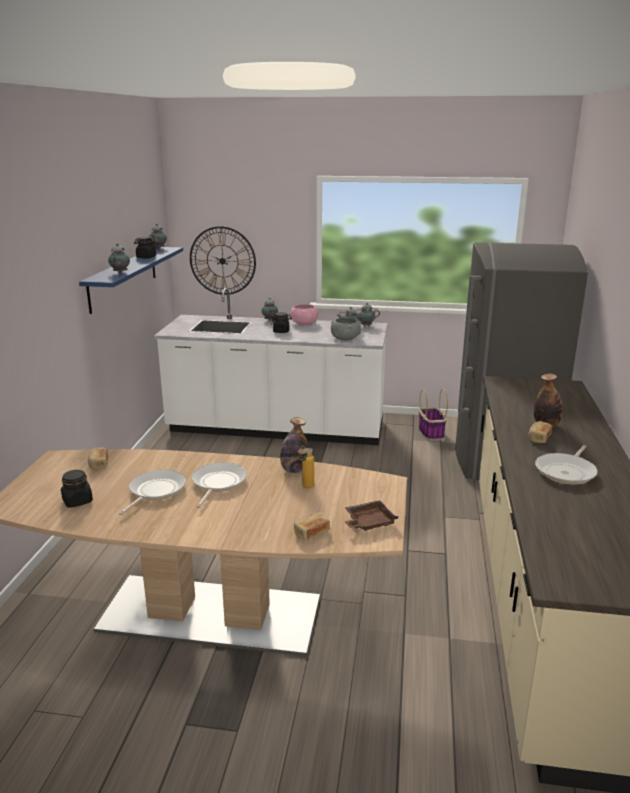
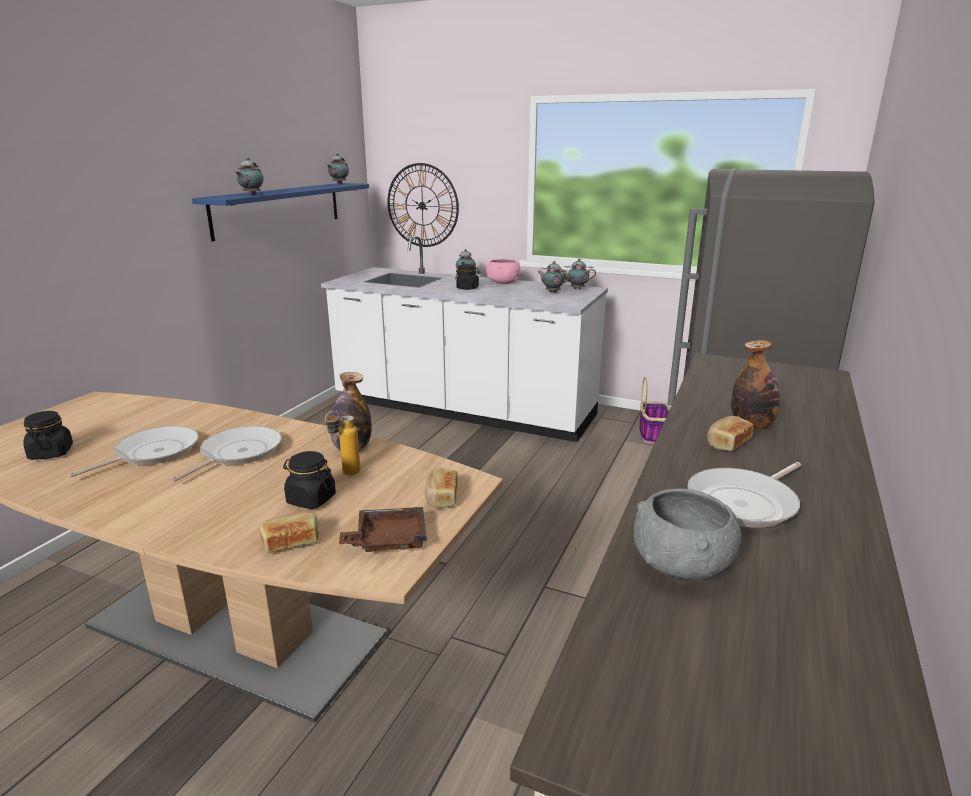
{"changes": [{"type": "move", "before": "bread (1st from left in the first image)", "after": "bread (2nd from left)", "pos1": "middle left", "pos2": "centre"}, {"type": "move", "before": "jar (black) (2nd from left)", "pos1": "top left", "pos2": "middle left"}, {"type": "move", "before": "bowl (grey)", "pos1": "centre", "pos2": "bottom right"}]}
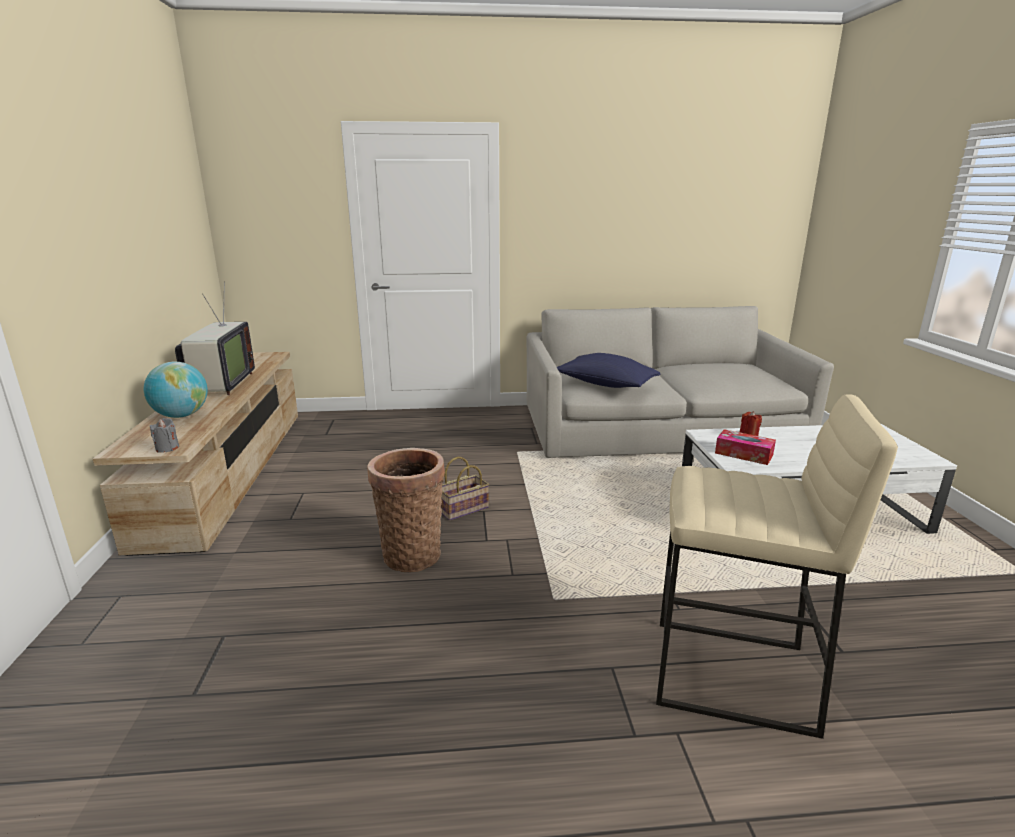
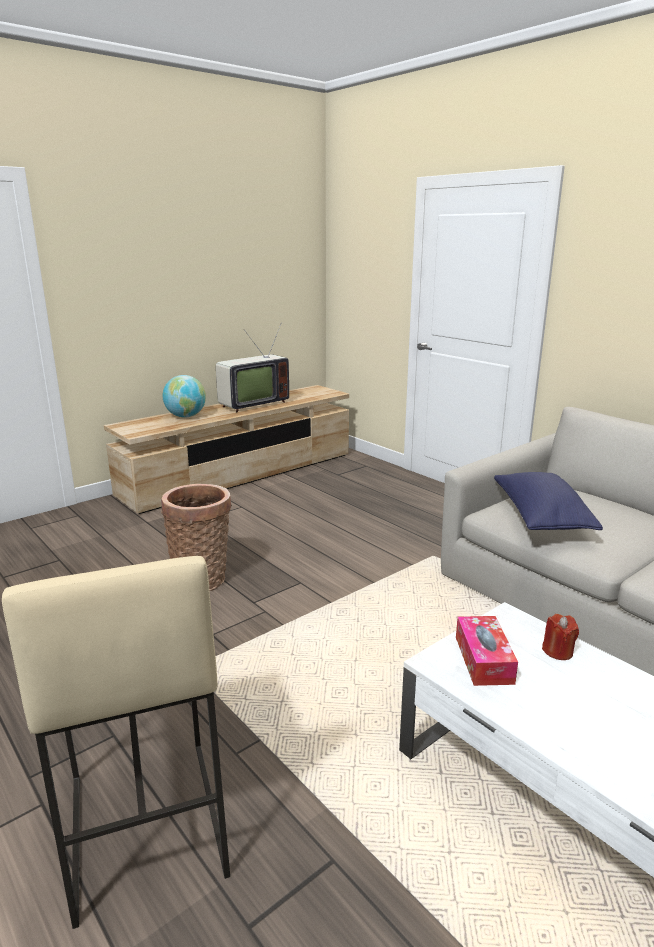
{"changes": [{"type": "delete", "before": "candle (grey)", "pos1": "middle left"}, {"type": "delete", "before": "basket (2nd from left)", "pos1": "centre"}]}
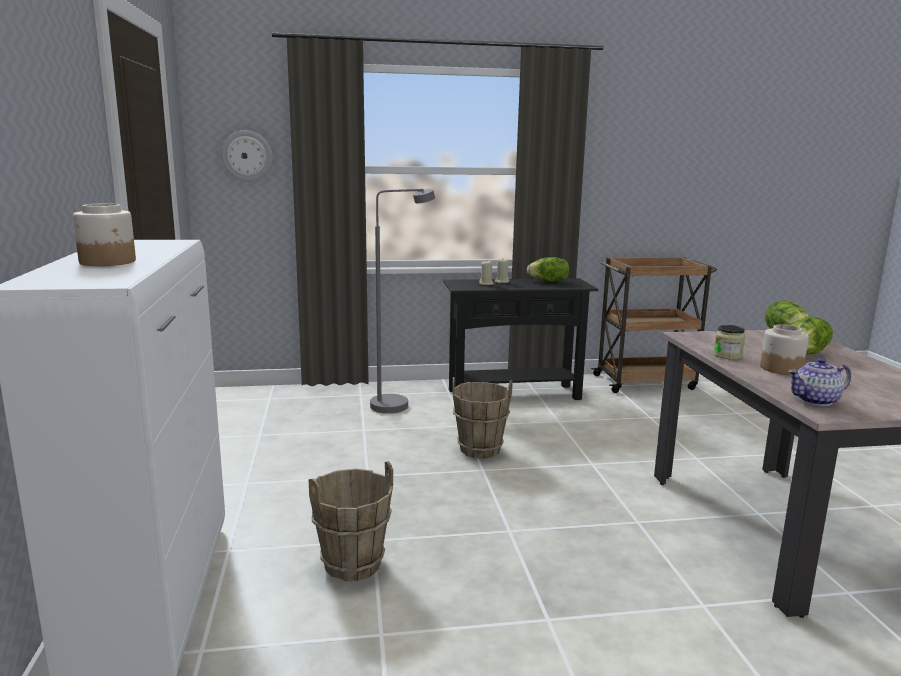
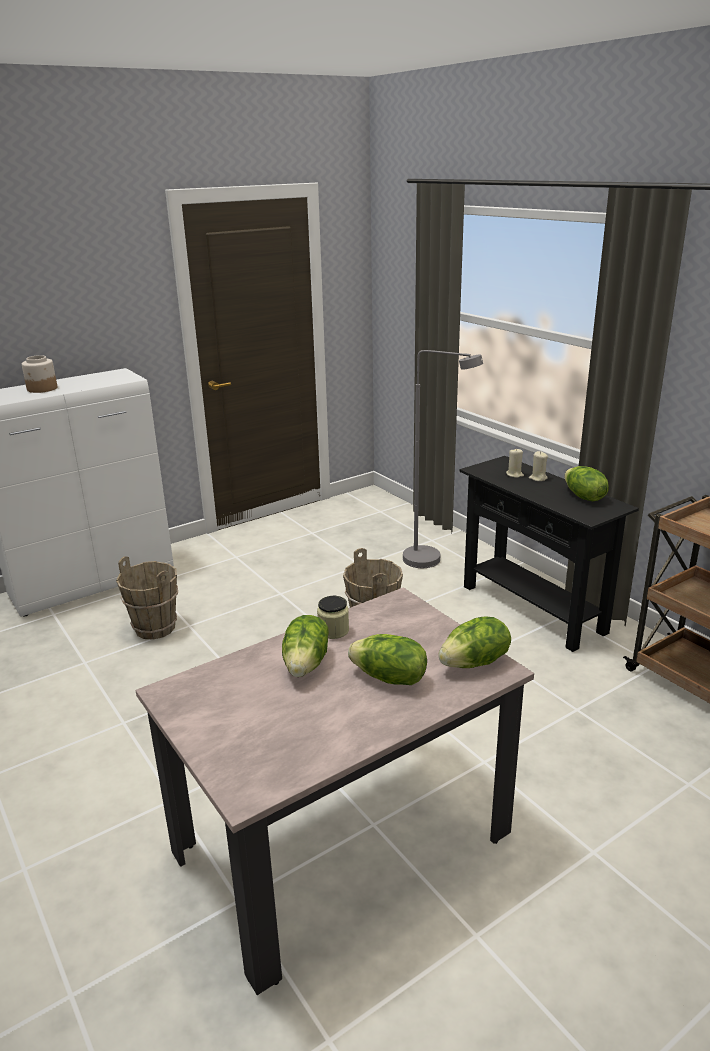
{"changes": [{"type": "delete", "before": "wall clock", "pos1": "top left"}, {"type": "delete", "before": "teapot", "pos1": "middle right"}, {"type": "replace", "before": "jar (3rd from left)", "after": "lettuce (1st from left)", "pos1": "middle right", "pos2": "centre"}]}
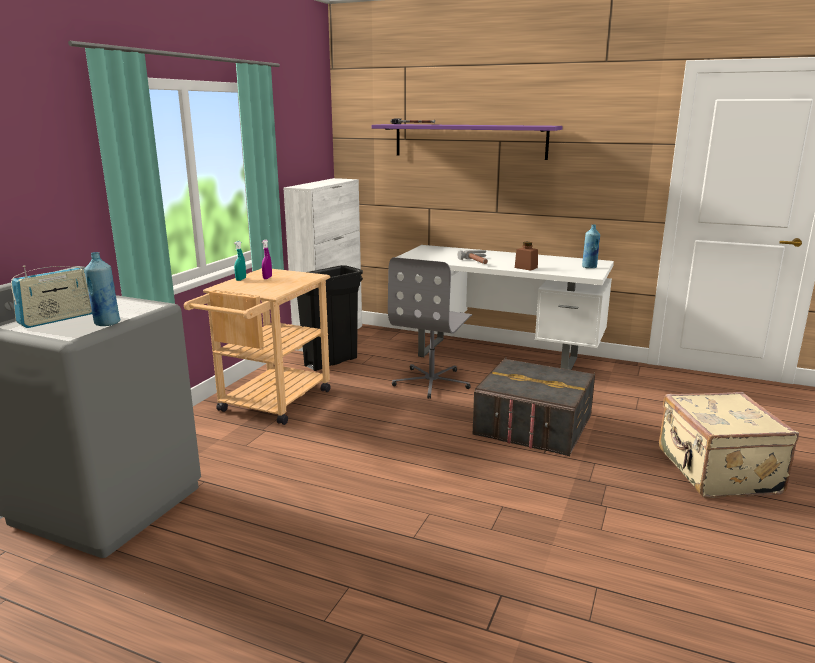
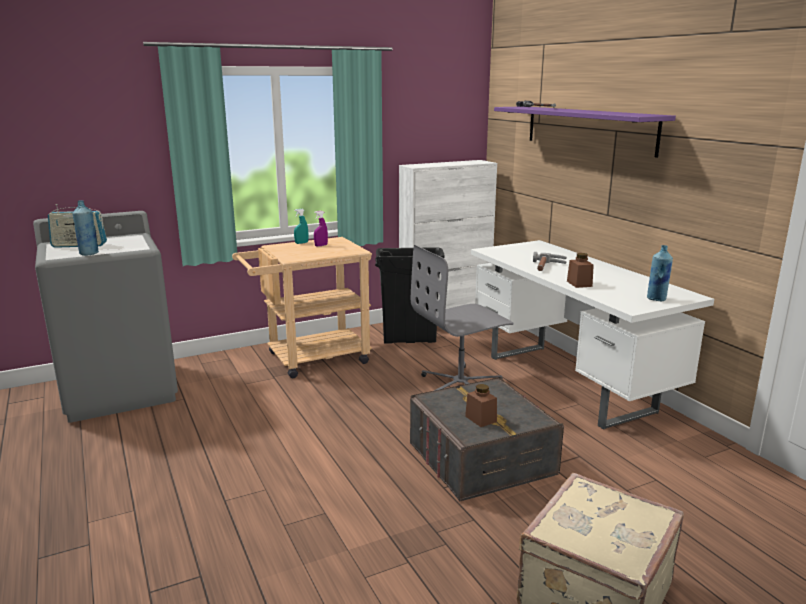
{"changes": [{"type": "insert", "after": "jar (brown) (1st from left)", "pos2": "bottom centre"}]}
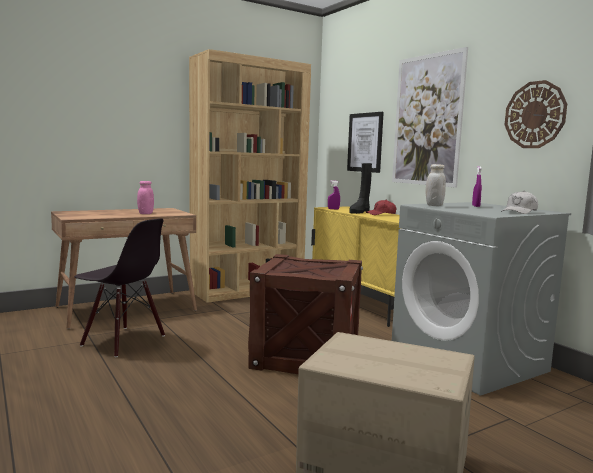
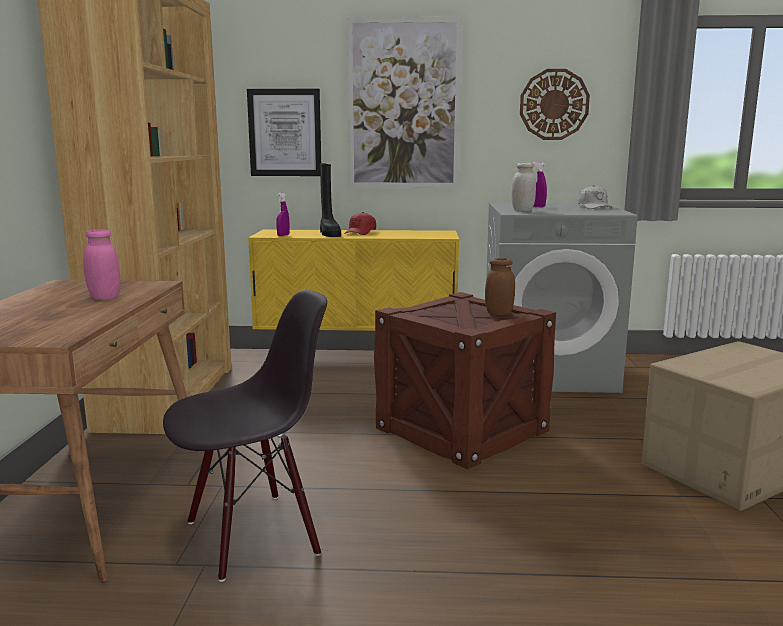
{"changes": [{"type": "insert", "after": "jar (brown)", "pos2": "centre"}]}
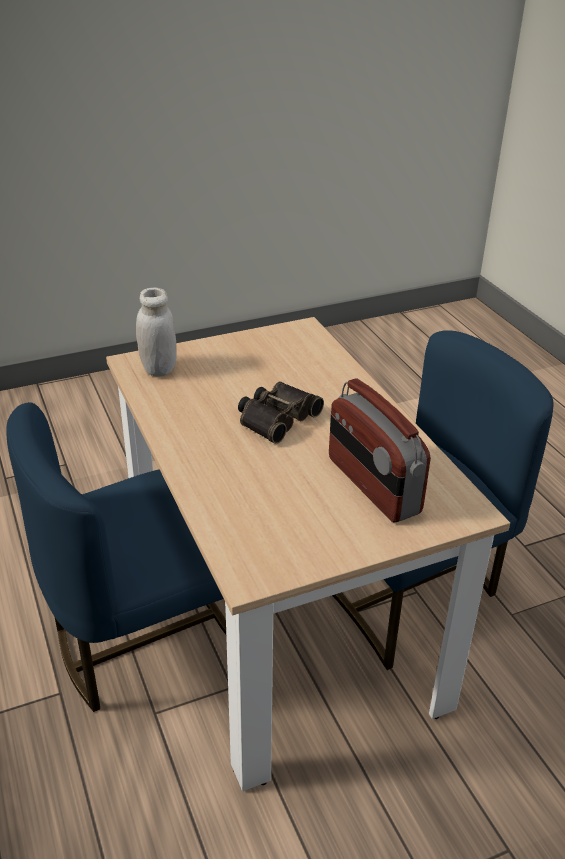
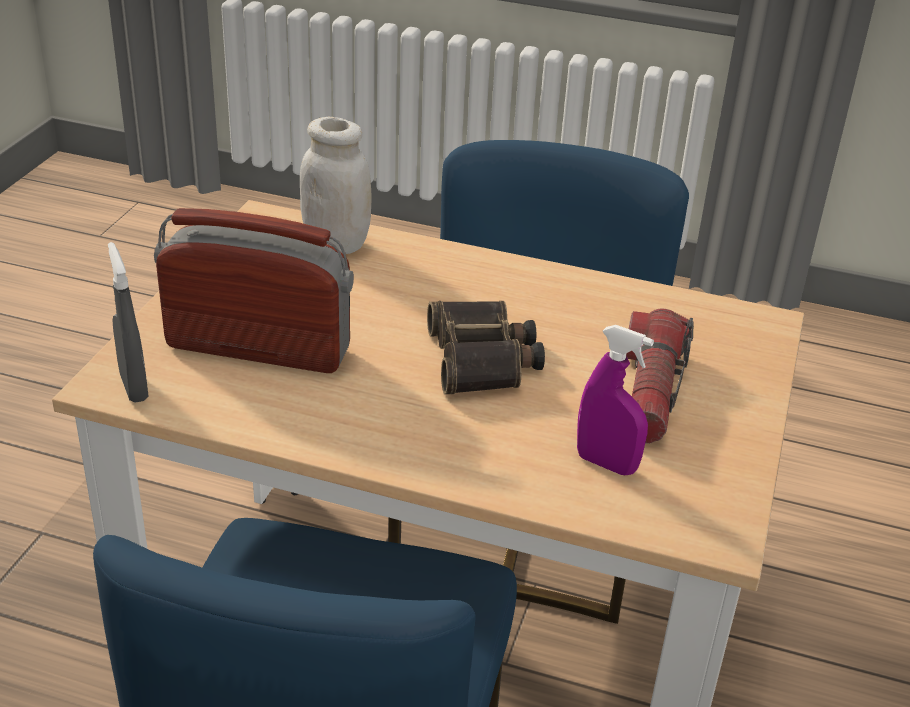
{"changes": [{"type": "insert", "after": "spray bottle (grey)", "pos2": "middle left"}, {"type": "insert", "after": "spray bottle (purple)", "pos2": "middle right"}, {"type": "insert", "after": "flashlight", "pos2": "middle right"}, {"type": "move", "before": "jar (white)", "pos1": "middle left", "pos2": "top centre"}]}
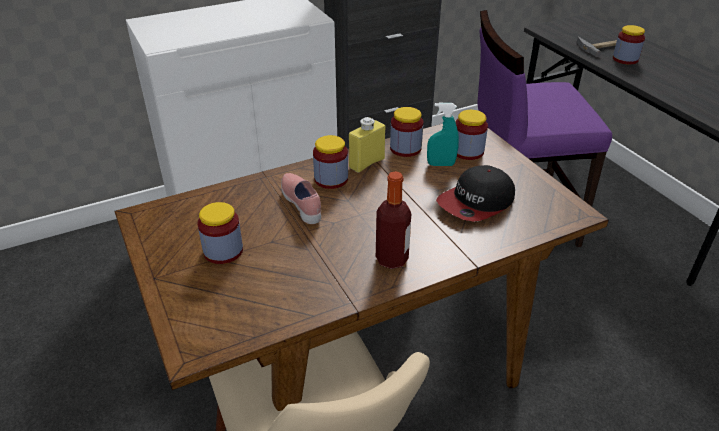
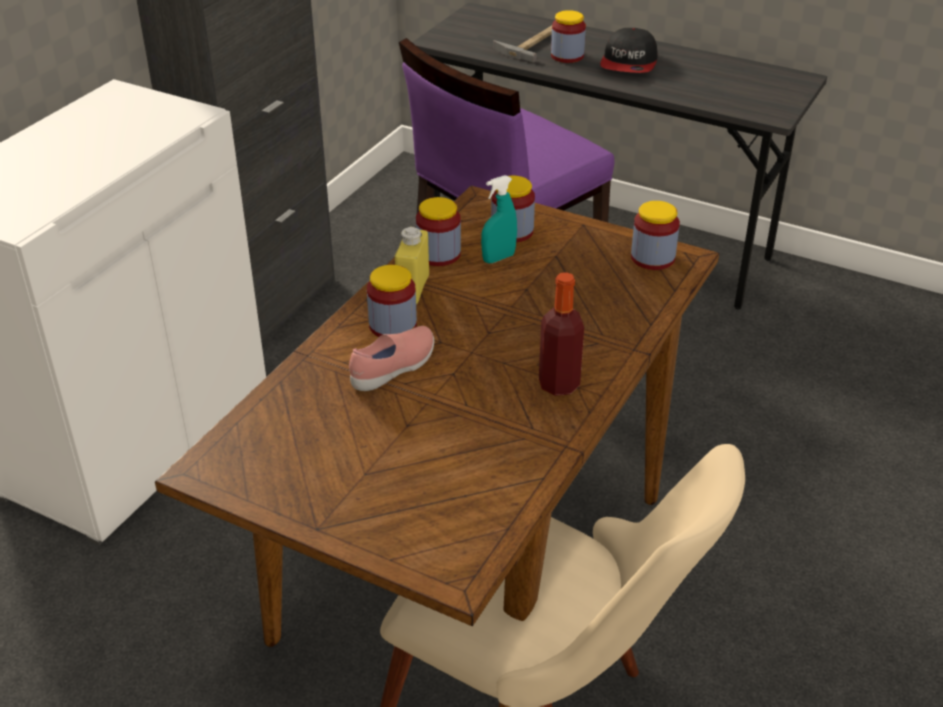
{"changes": [{"type": "move", "before": "jar (1st from left in the first image)", "after": "jar (5th from left)", "pos1": "middle left", "pos2": "top right"}, {"type": "move", "before": "cap", "pos1": "centre", "pos2": "top right"}, {"type": "rotate", "before": "shoe (pink)", "pos1": "centre", "pos2": "centre", "turn": 105}]}
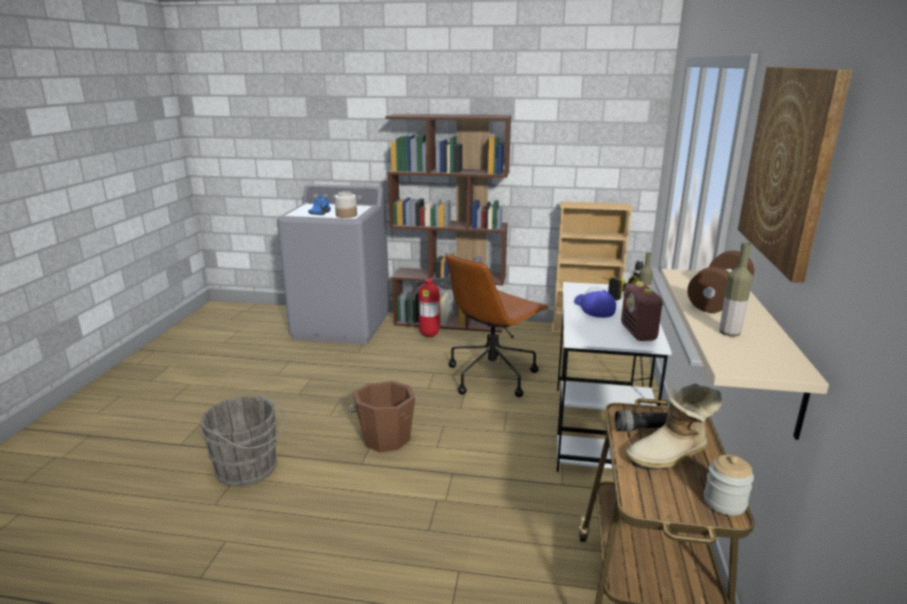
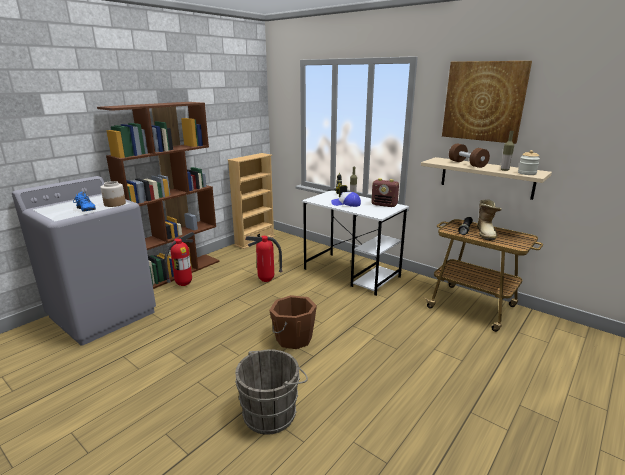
{"changes": [{"type": "move", "before": "jar (2nd from left)", "pos1": "bottom right", "pos2": "middle right"}, {"type": "replace", "before": "office chair (brown)", "after": "fire extinguisher (2nd from left)", "pos1": "centre", "pos2": "centre"}]}
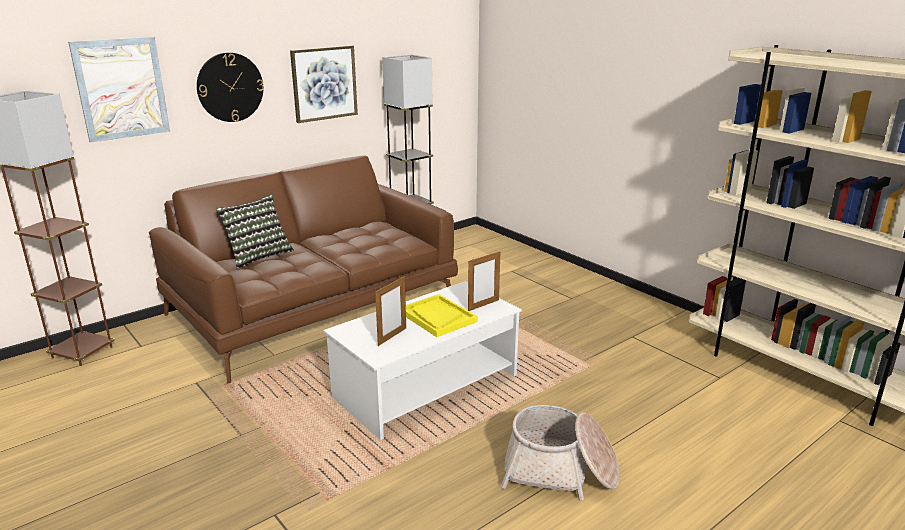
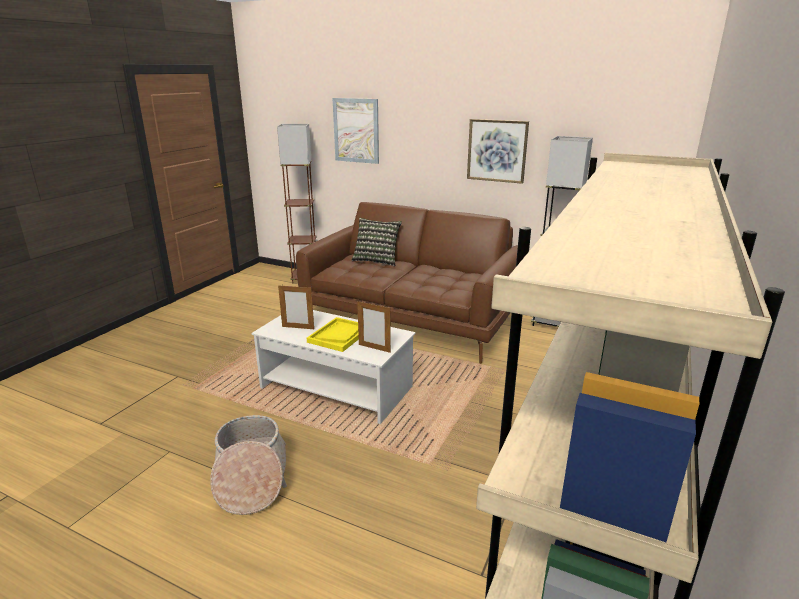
{"changes": [{"type": "delete", "before": "wall clock", "pos1": "top left"}]}
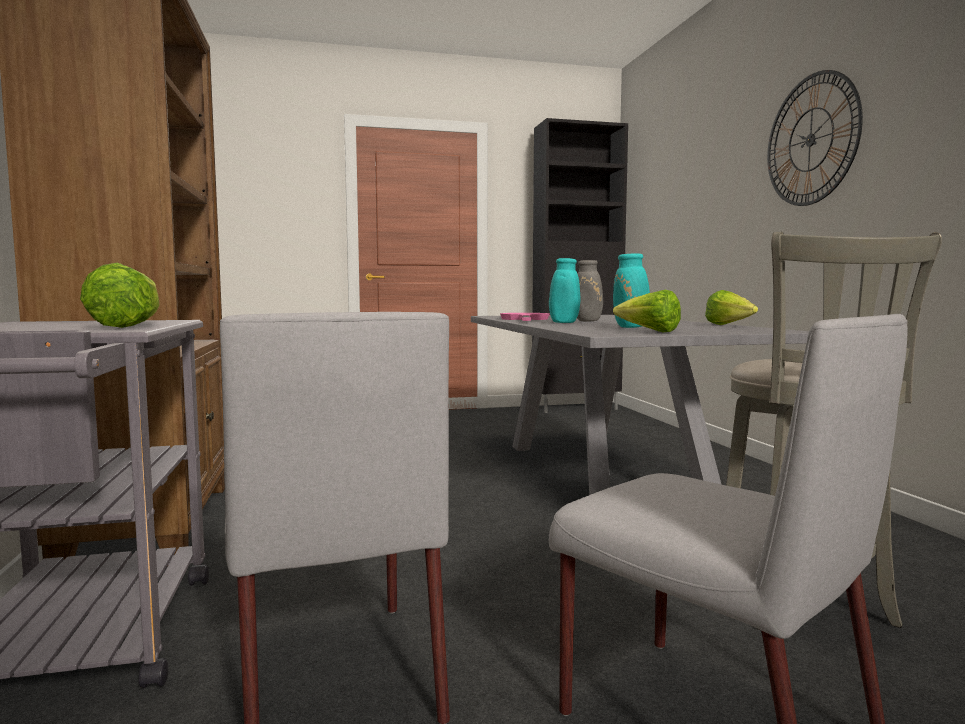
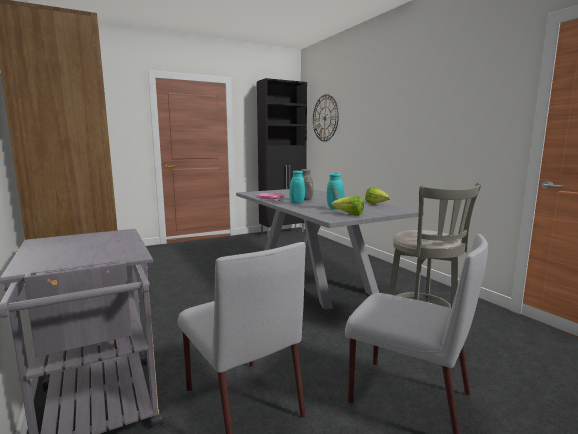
{"changes": [{"type": "delete", "before": "lettuce (1st from left)", "pos1": "middle left"}, {"type": "move", "before": "wall clock", "pos1": "top right", "pos2": "top centre"}]}
